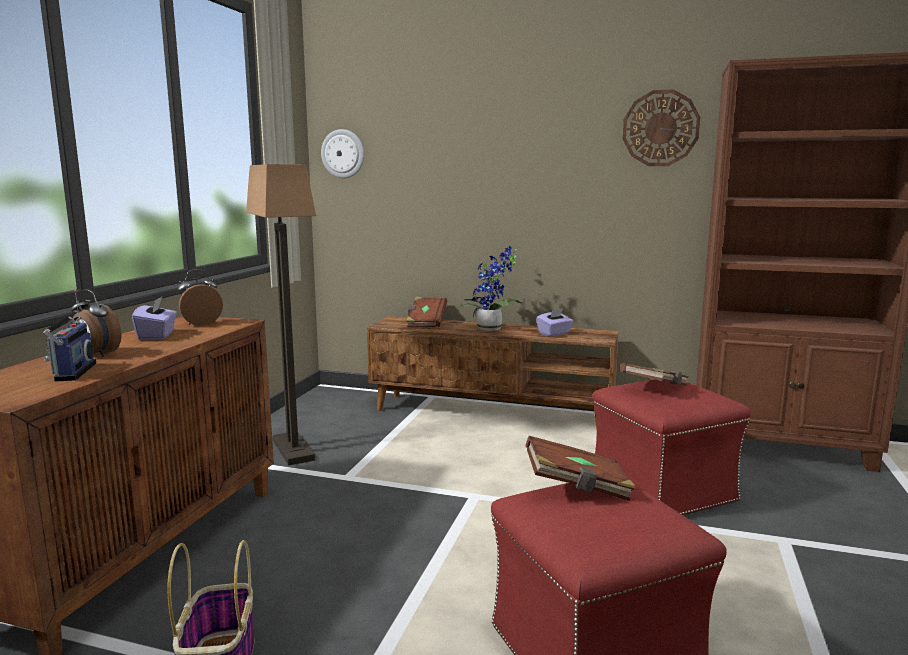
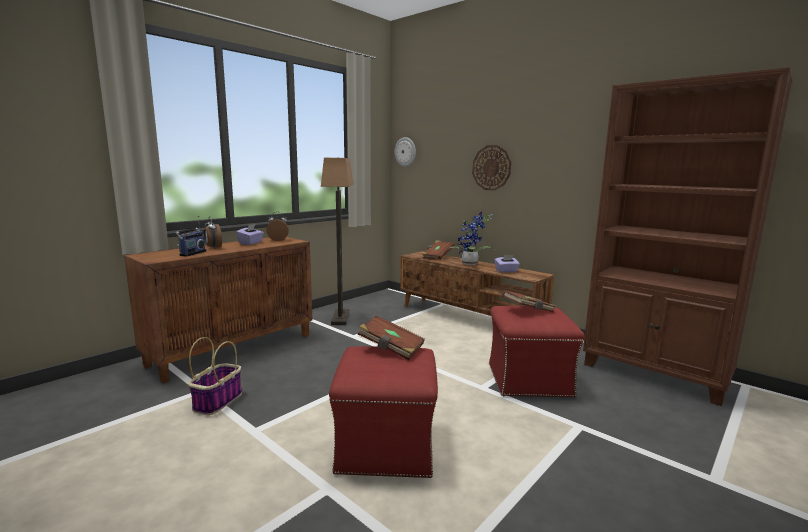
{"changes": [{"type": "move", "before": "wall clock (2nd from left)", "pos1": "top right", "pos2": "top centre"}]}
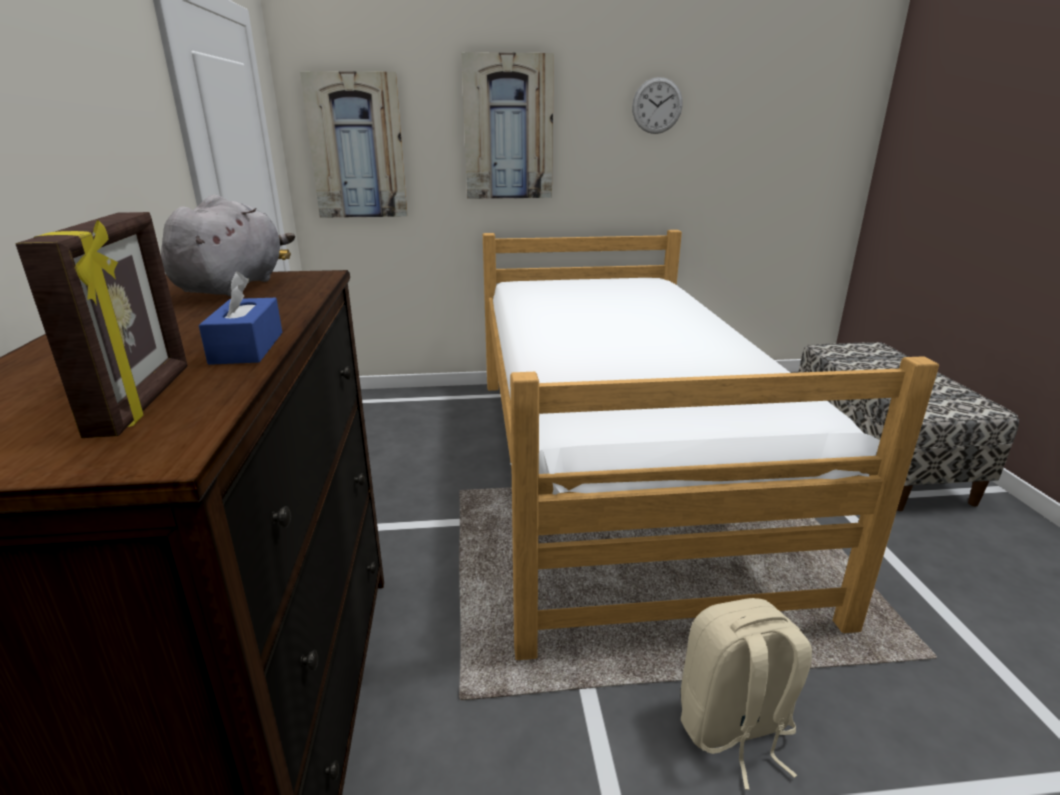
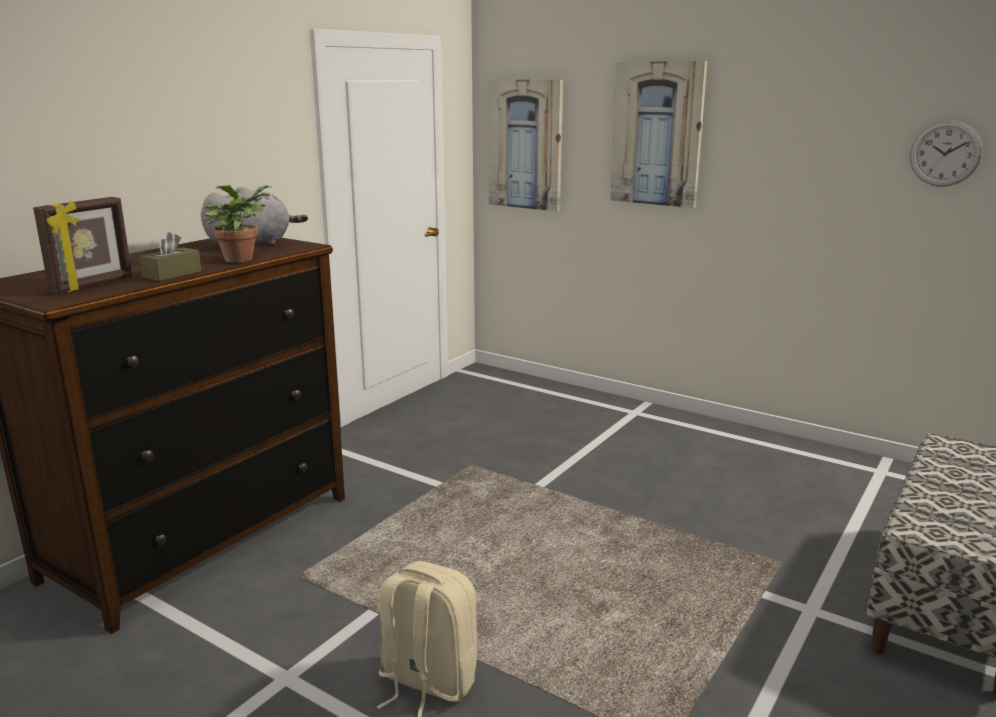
{"changes": [{"type": "delete", "before": "bed", "pos1": "middle right"}, {"type": "insert", "after": "potted plant", "pos2": "top left"}, {"type": "move", "before": "wall clock", "pos1": "top centre", "pos2": "top right"}, {"type": "recolor", "before": "tissue box (blue)", "after": "tissue box (brown)", "pos1": "middle left", "pos2": "middle left"}]}
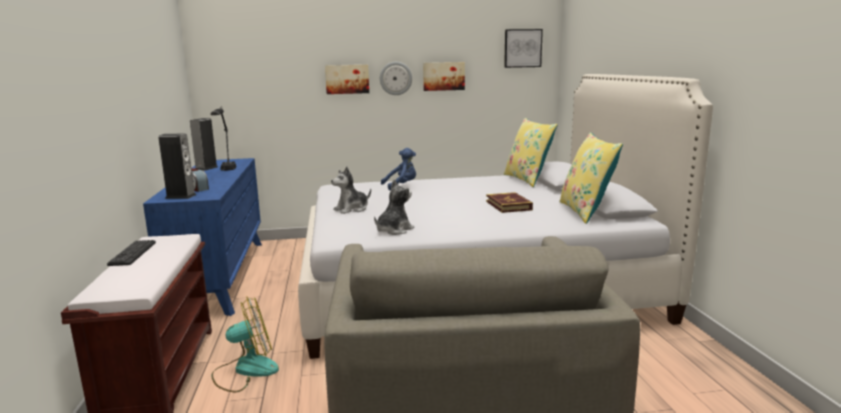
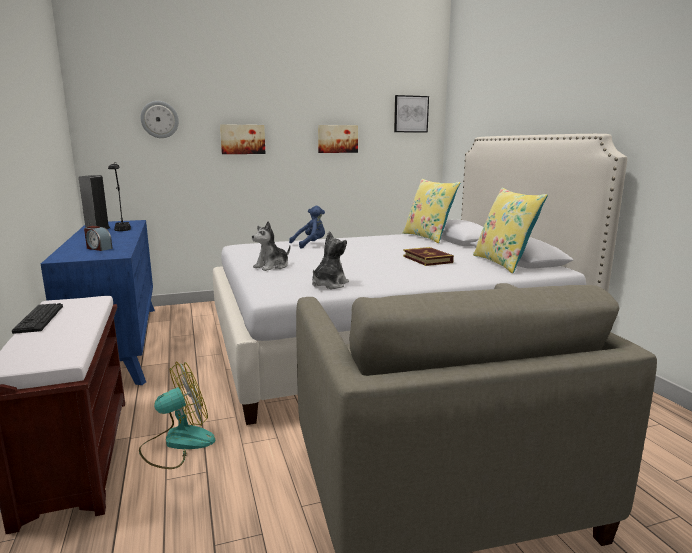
{"changes": [{"type": "delete", "before": "speaker (1st from left)", "pos1": "middle left"}, {"type": "move", "before": "wall clock", "pos1": "top centre", "pos2": "top left"}]}
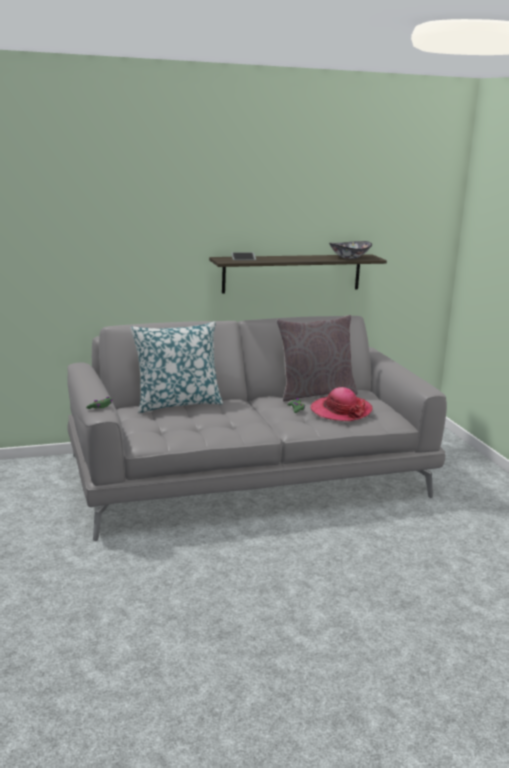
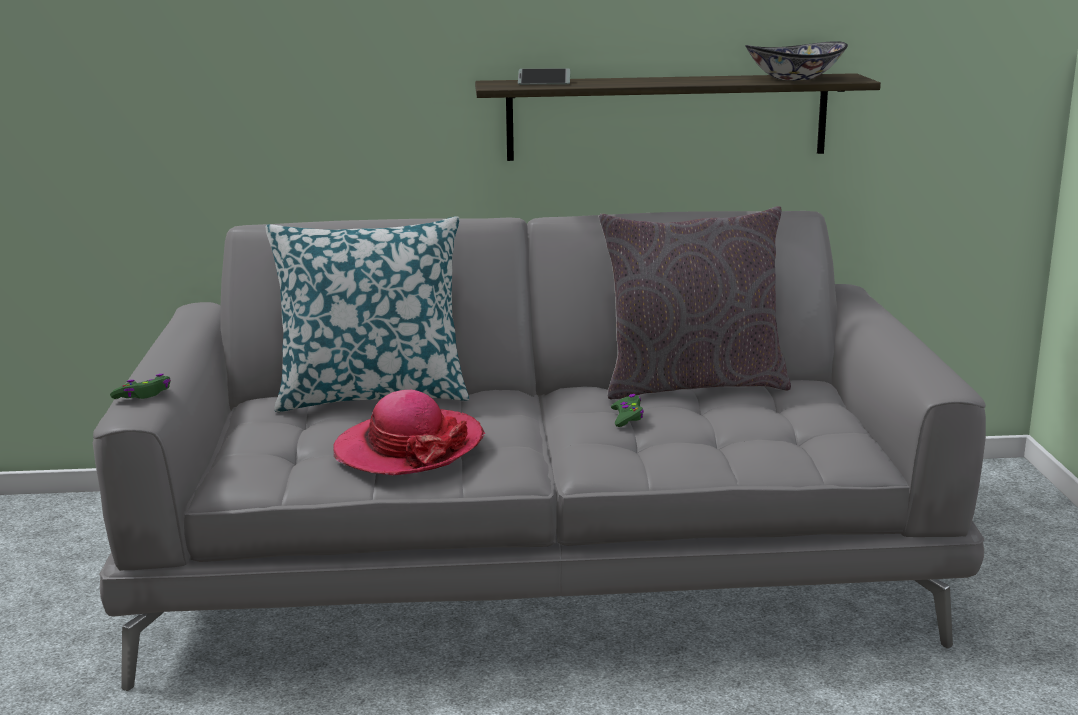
{"changes": [{"type": "move", "before": "hat", "pos1": "middle right", "pos2": "centre"}]}
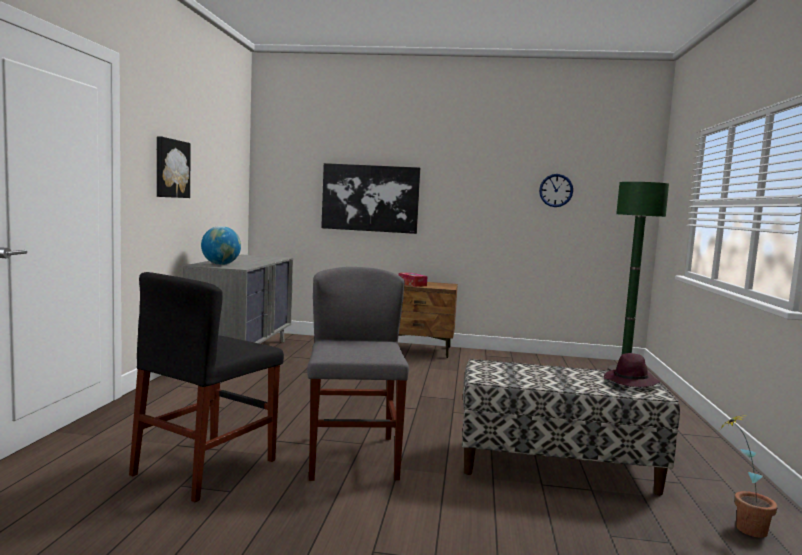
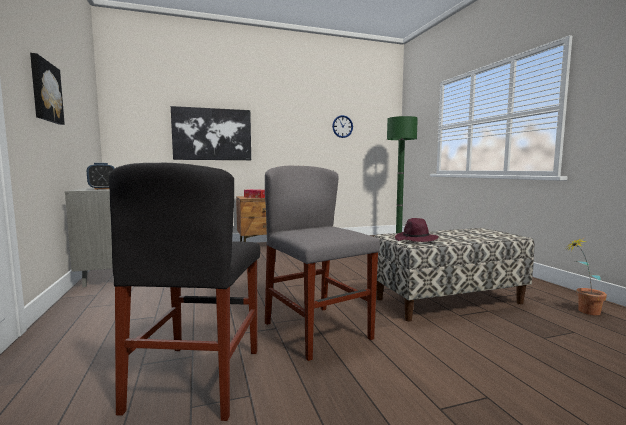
{"changes": [{"type": "move", "before": "hat (purple)", "pos1": "bottom right", "pos2": "centre"}, {"type": "replace", "before": "globe", "after": "alarm clock", "pos1": "middle left", "pos2": "middle left"}]}
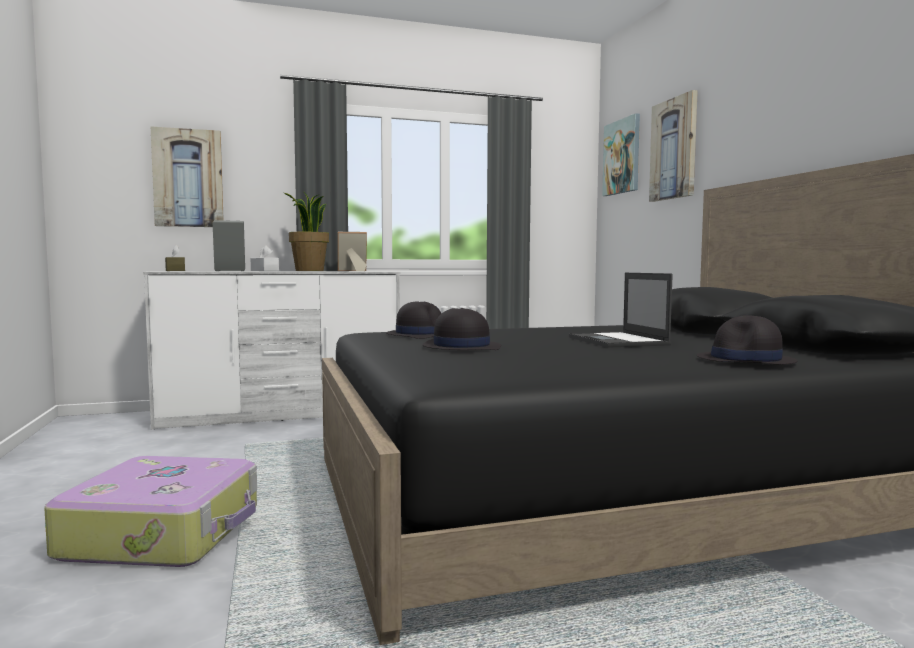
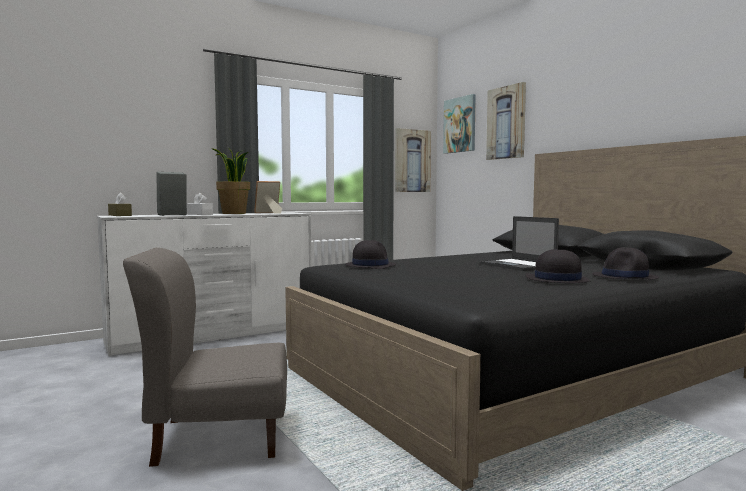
{"changes": [{"type": "move", "before": "picture (1st from left)", "pos1": "top left", "pos2": "top centre"}, {"type": "move", "before": "hat (black) (2nd from left)", "pos1": "centre", "pos2": "middle right"}, {"type": "replace", "before": "suitcase", "after": "chair (grey)", "pos1": "bottom left", "pos2": "bottom left"}]}
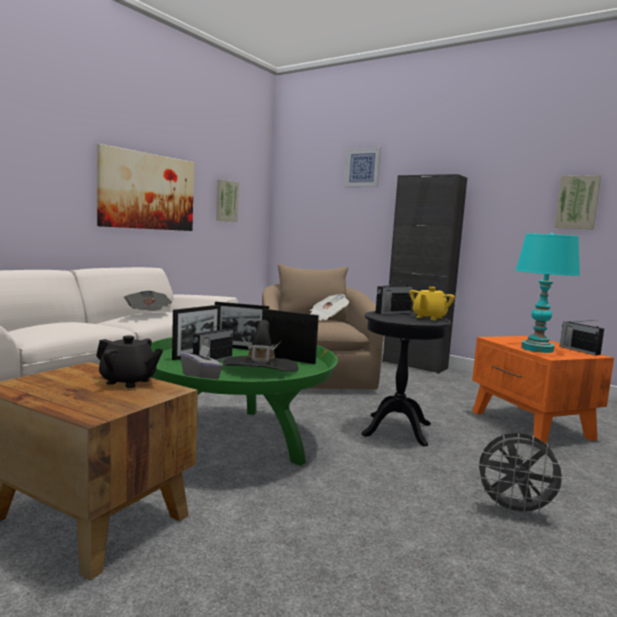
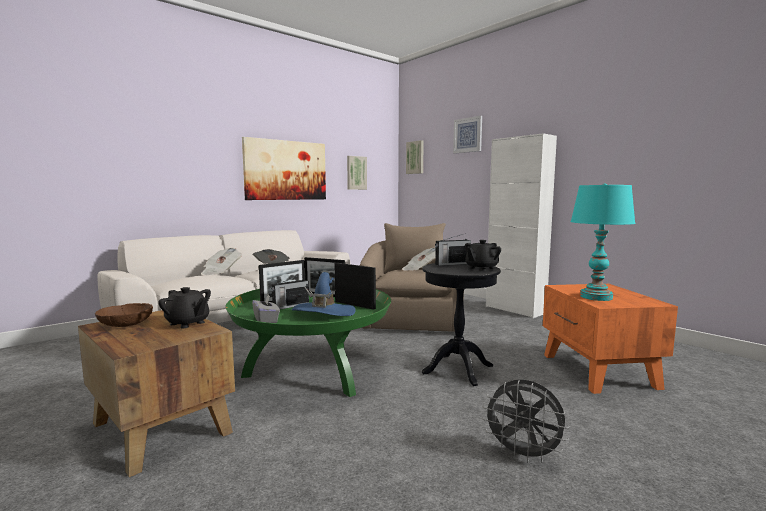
{"changes": [{"type": "delete", "before": "radio (3rd from left)", "pos1": "middle right"}, {"type": "insert", "after": "bowl (brown)", "pos2": "middle left"}, {"type": "insert", "after": "newspaper (1st from left)", "pos2": "middle left"}, {"type": "move", "before": "picture (4th from left in the first image)", "after": "picture (3rd from left)", "pos1": "top right", "pos2": "top centre"}, {"type": "recolor", "before": "hat (black)", "after": "hat (blue)", "pos1": "centre", "pos2": "centre"}, {"type": "recolor", "before": "cabinet (black)", "after": "cabinet (white)", "pos1": "middle right", "pos2": "middle right"}, {"type": "recolor", "before": "teapot (yellow)", "after": "teapot (black) (2nd from left)", "pos1": "middle right", "pos2": "centre"}]}
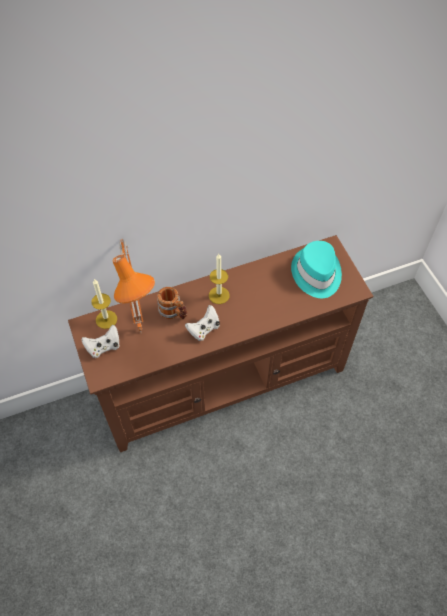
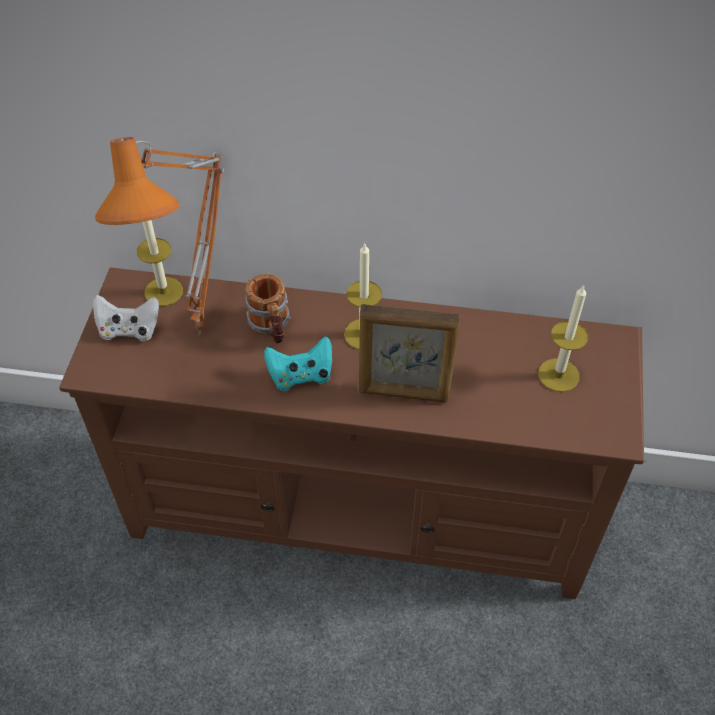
{"changes": [{"type": "insert", "after": "picture frame", "pos2": "centre"}, {"type": "replace", "before": "hat (turquoise)", "after": "candle (3rd from left)", "pos1": "middle right", "pos2": "middle right"}, {"type": "recolor", "before": "game controller (white) (2nd from left)", "after": "game controller (turquoise)", "pos1": "centre", "pos2": "centre"}]}
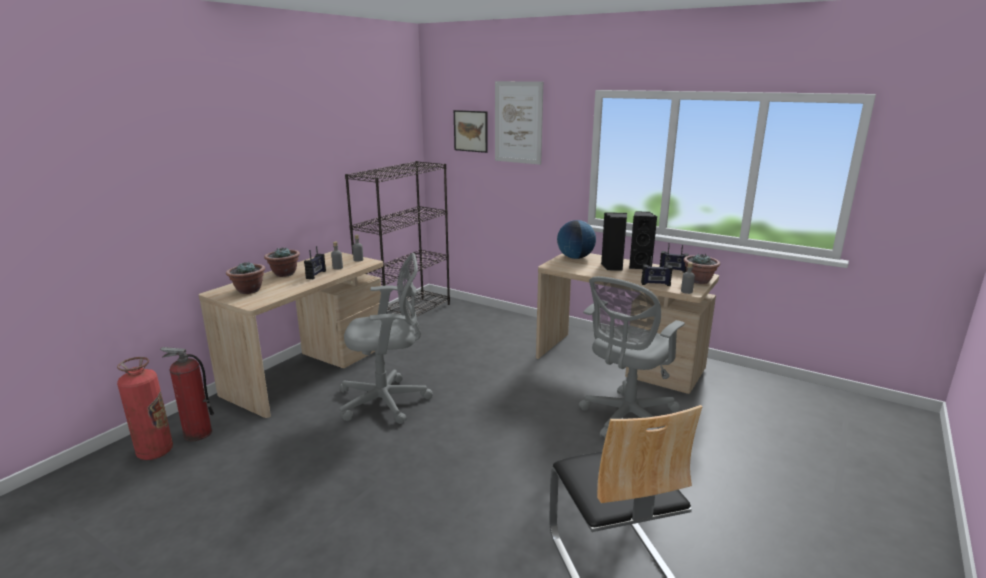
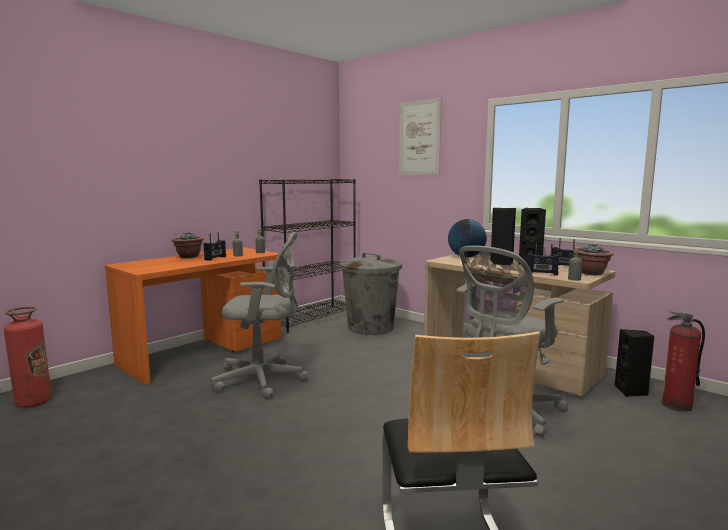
{"changes": [{"type": "delete", "before": "potted plant (1st from left)", "pos1": "middle left"}, {"type": "delete", "before": "picture (1st from left)", "pos1": "top centre"}, {"type": "insert", "after": "trash can (grey)", "pos2": "centre"}, {"type": "insert", "after": "speaker (black) (3rd from left)", "pos2": "bottom right"}, {"type": "move", "before": "fire extinguisher (2nd from left)", "pos1": "bottom left", "pos2": "bottom right"}, {"type": "recolor", "before": "desk (beige) (1st from left)", "after": "desk (orange)", "pos1": "middle left", "pos2": "middle left"}]}
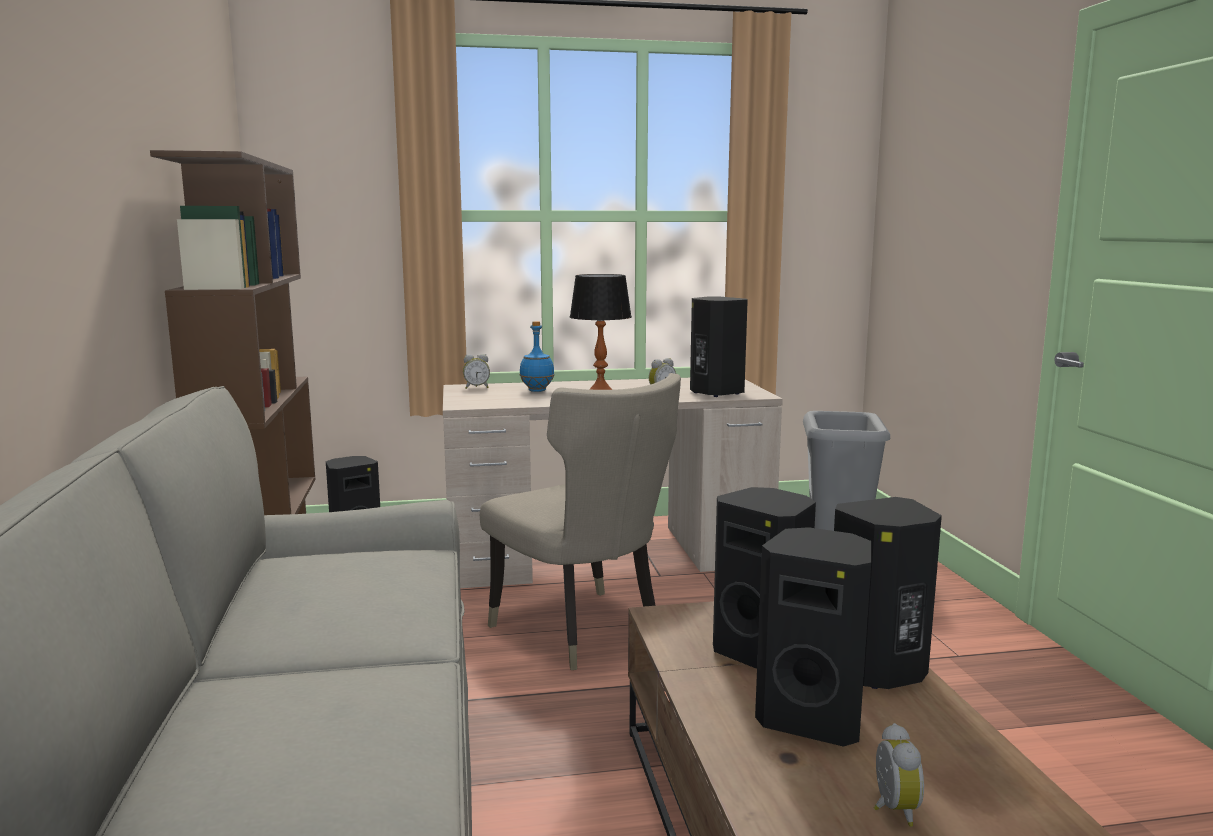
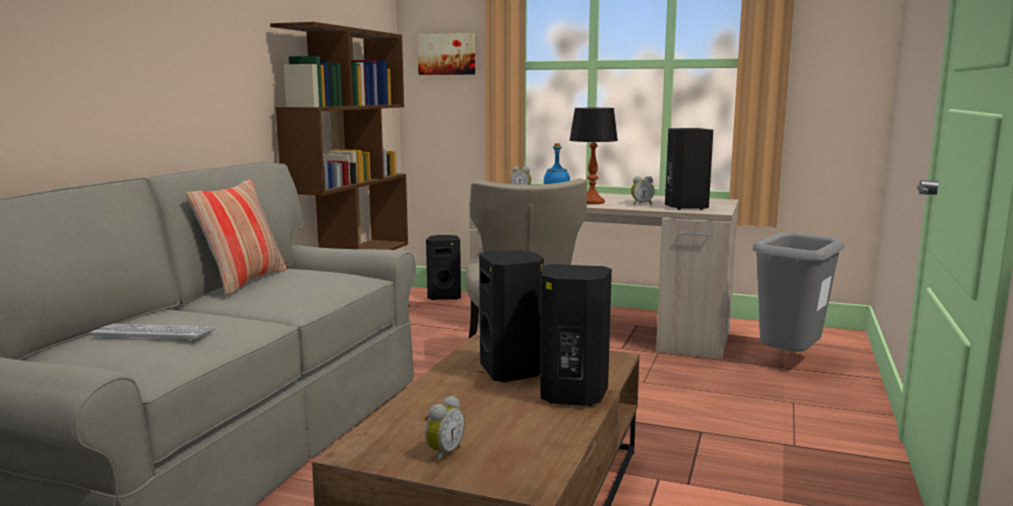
{"changes": [{"type": "delete", "before": "speaker (black) (4th from left)", "pos1": "bottom right"}, {"type": "insert", "after": "keyboard", "pos2": "middle left"}, {"type": "insert", "after": "pillow", "pos2": "middle left"}, {"type": "insert", "after": "picture", "pos2": "top centre"}]}
